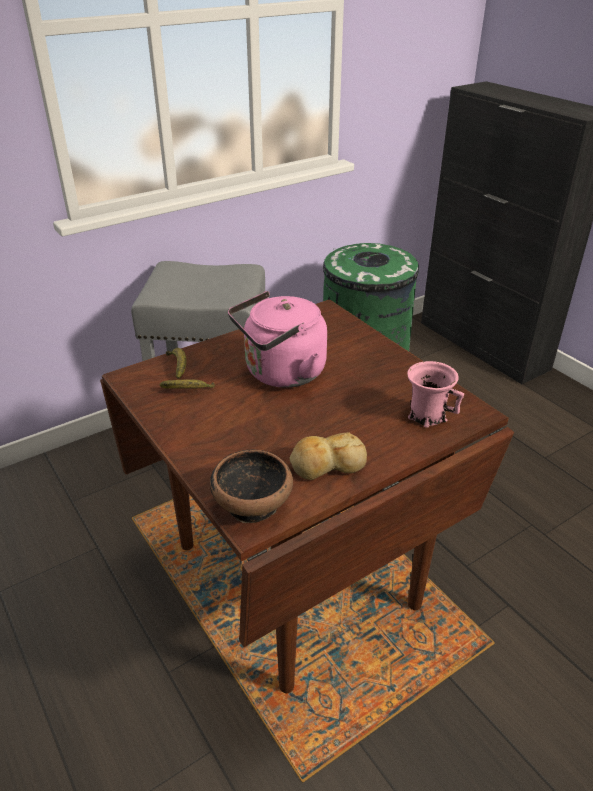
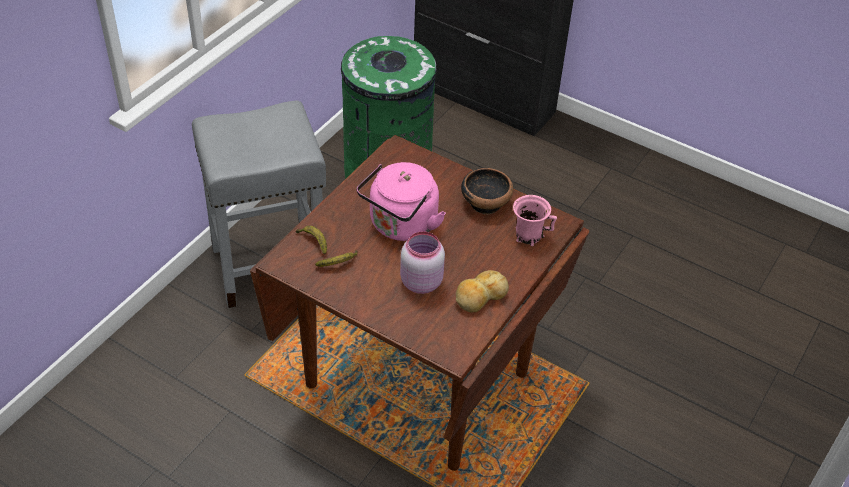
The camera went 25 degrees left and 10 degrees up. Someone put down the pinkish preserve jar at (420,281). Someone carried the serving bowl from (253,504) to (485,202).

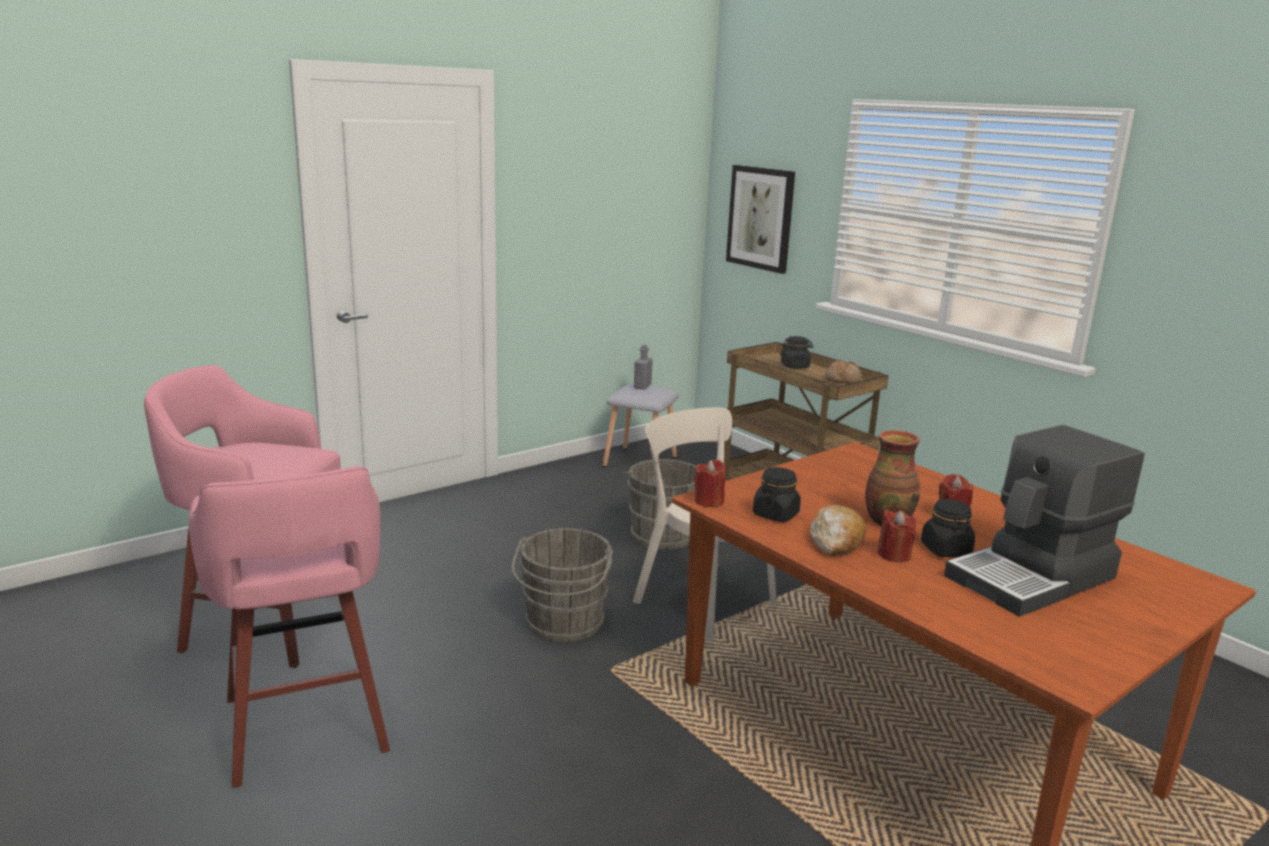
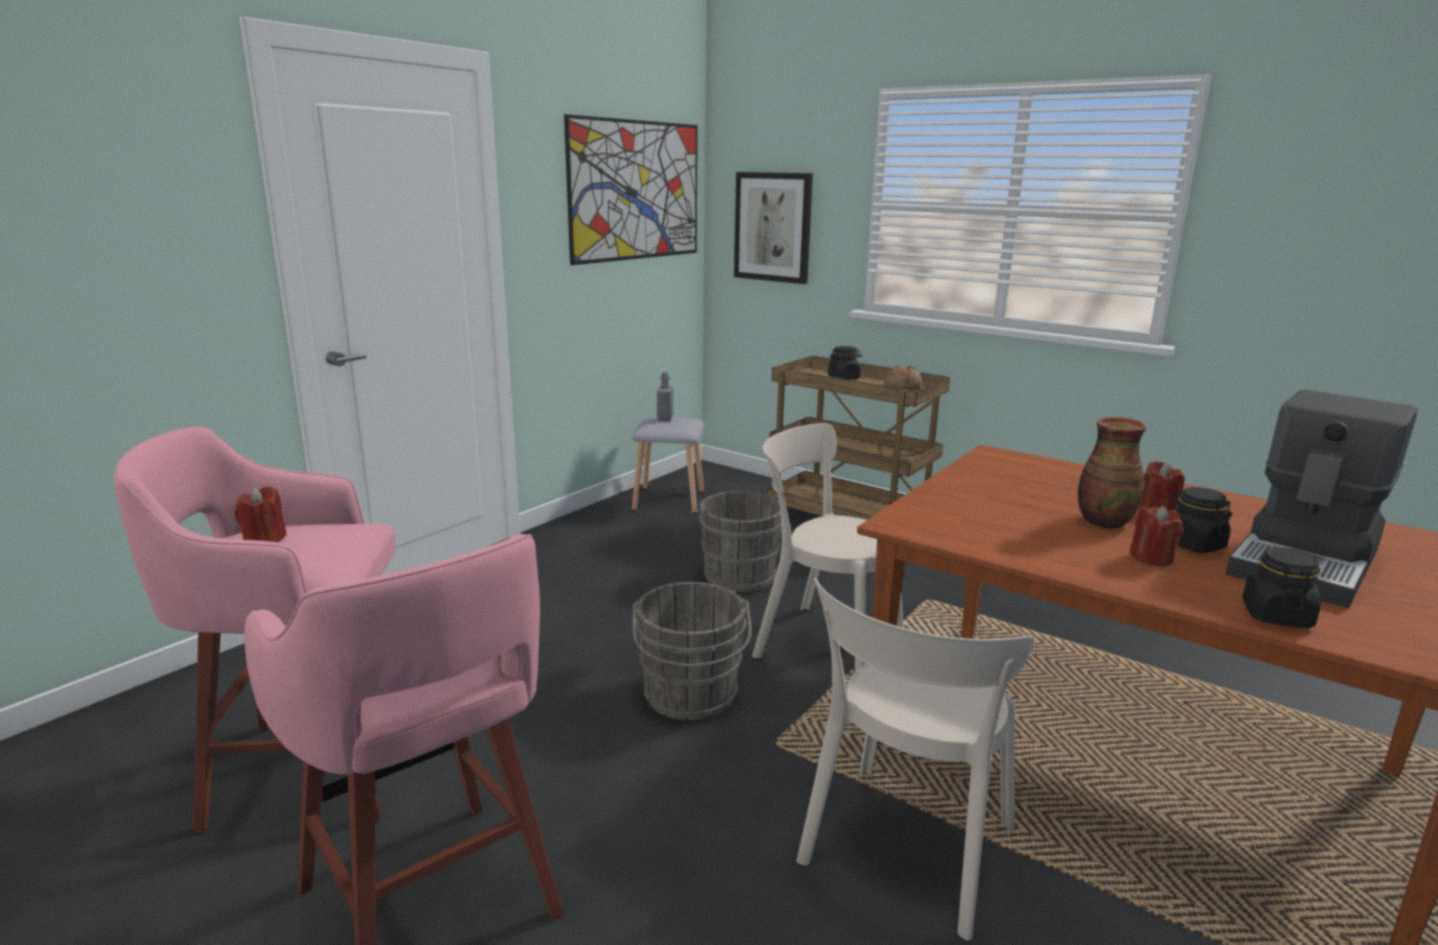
The camera went 15 degrees left and 0 degrees up. Someone took away the bakery bread at (836,541). Someone put up the wall picture at (636,191). Someone put down the sand-coloured upright chair at (904,852). Someone carried the reddish candle from (709,501) to (264,539). Someone carried the blackish preserve jar from (775,514) to (1276,616).

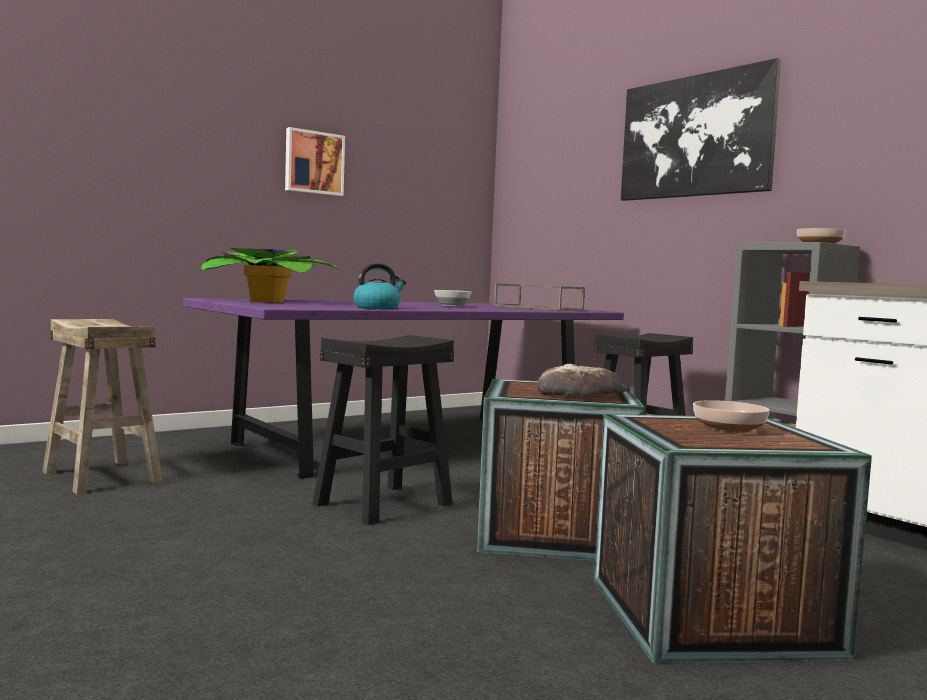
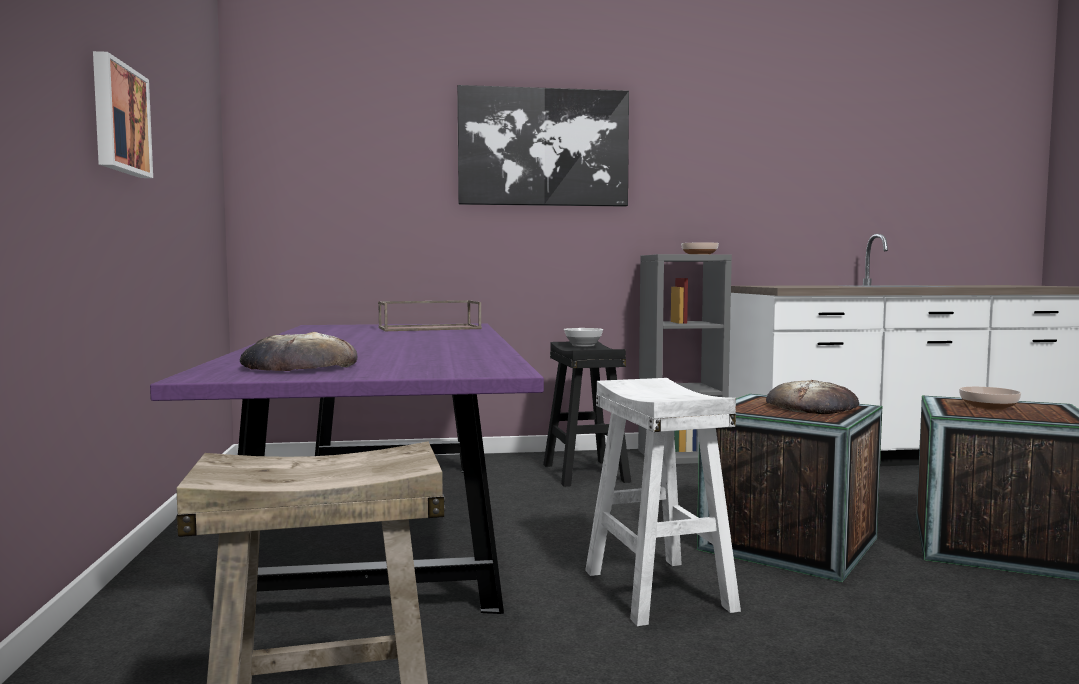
The camera went 60 degrees left and 0 degrees up. Someone took away the tea kettle at (377,308). Someone carried the serving bowl from (452,306) to (584,345). Someone swapped the plant in a pot at (265,301) for the bakery bread at (299,366). Someone repainted the blackish sitting stool at (383,504), which became the white sitting stool at (659,589).

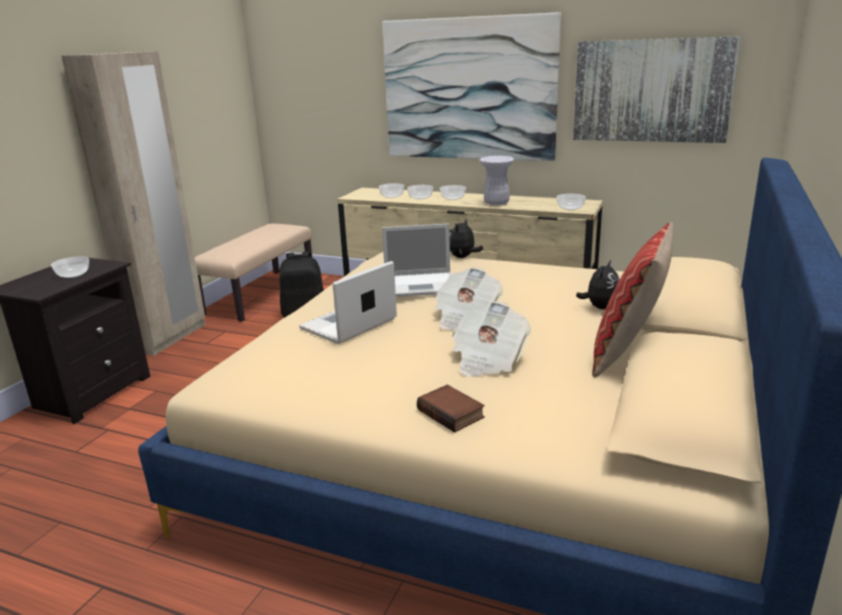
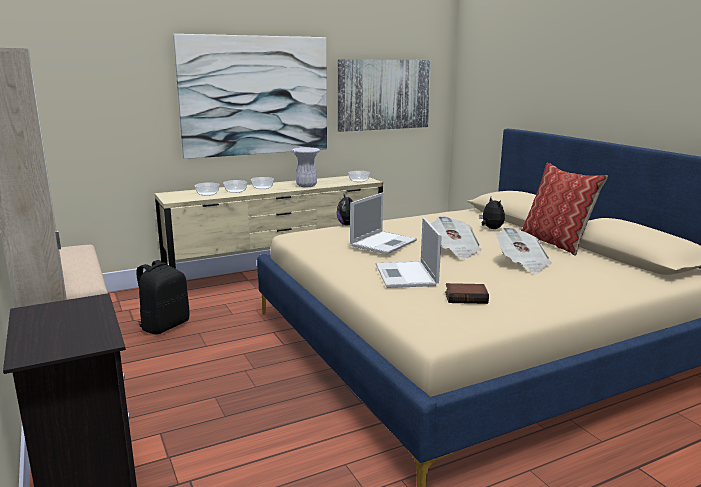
The camera went 50 degrees left and 5 degrees down. Someone took away the serving bowl at (72,274). Someone carried the book from (452,413) to (466,297).

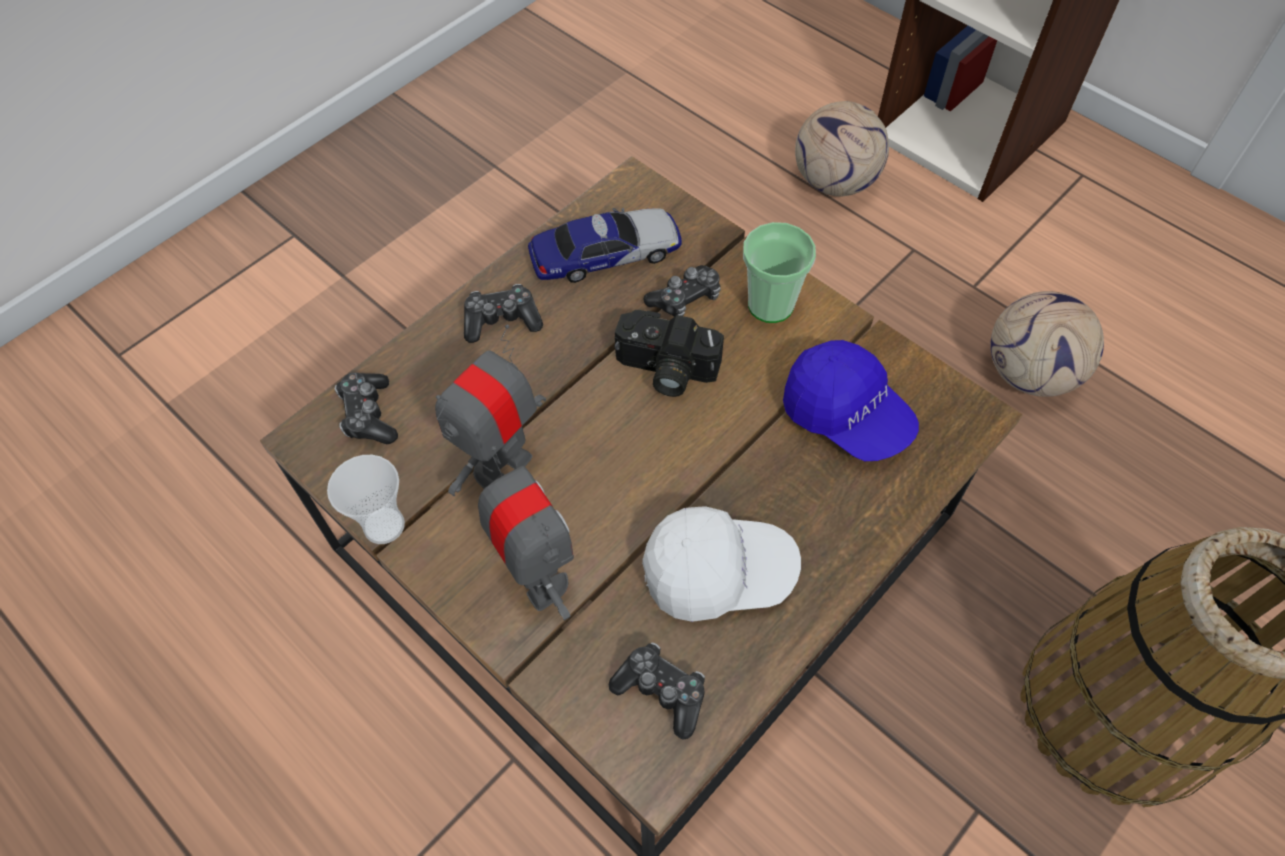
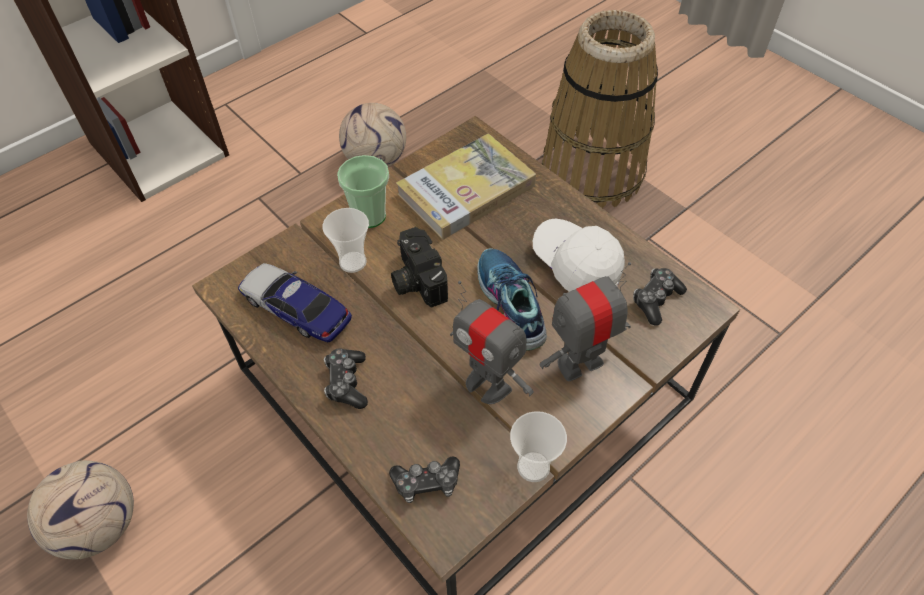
The camera went 85 degrees left and 5 degrees down. Someone put down the item of footwear at (509,304). Someone carried the football ball from (834,181) to (98,526). Someone swapped the game controller at (685,299) for the small cup at (353,262). Someone swapped the blue-coloured cap at (846,415) for the book at (466,190). Someone rotated the model car at (606,254) by 45 degrees counterclockwise. Someone rotated the photo camera at (665,370) by 135 degrees clockwise. Someone rotated the white cap at (718,572) by 45 degrees counterclockwise.

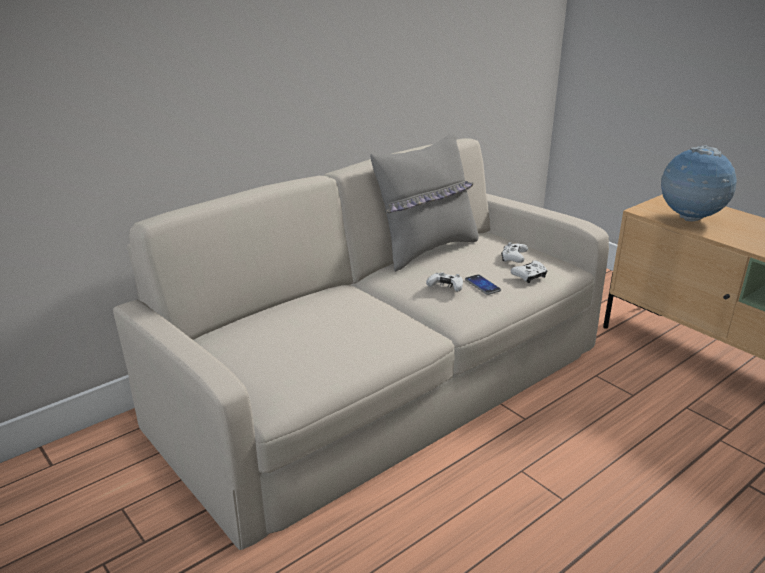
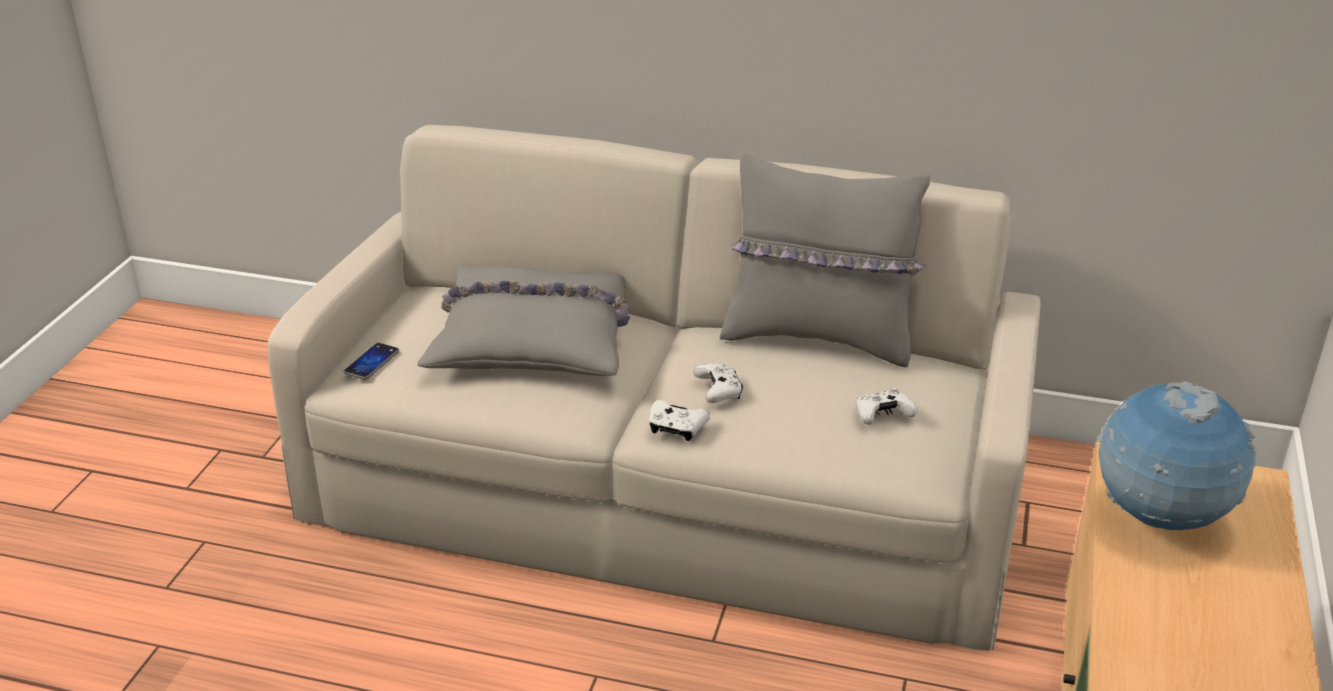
The camera went 55 degrees right and 5 degrees up. Someone put down the gray cushion at (534,339). Someone carried the phone from (482,285) to (371,362). Someone carried the white game controller from (529,276) to (676,428).

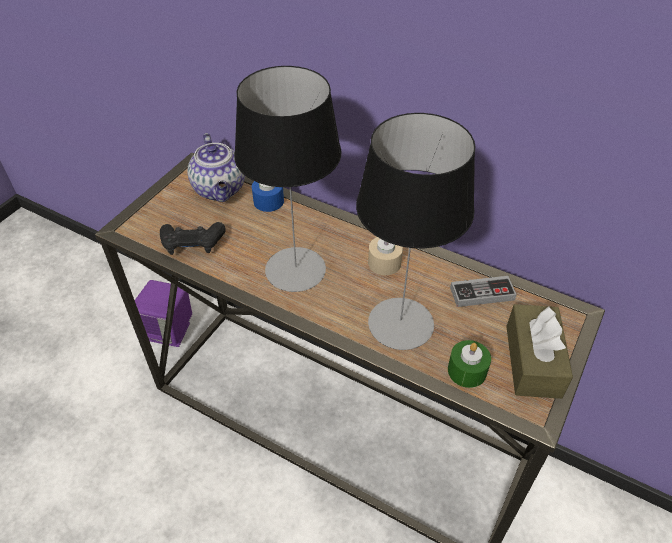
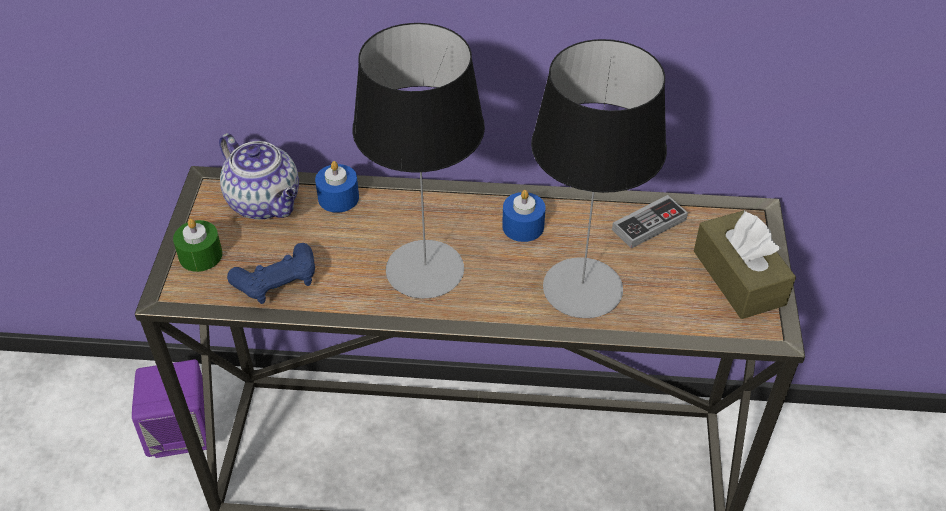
The camera went 25 degrees left and 0 degrees up. Someone carried the green-coloured candle from (467,371) to (200,255). Someone repainted the blackish game controller at (192,244), which became the blue-coloured game controller at (277,282). Someone repainted the sand-coloured candle at (384,263), which became the blue-coloured candle at (523,226).

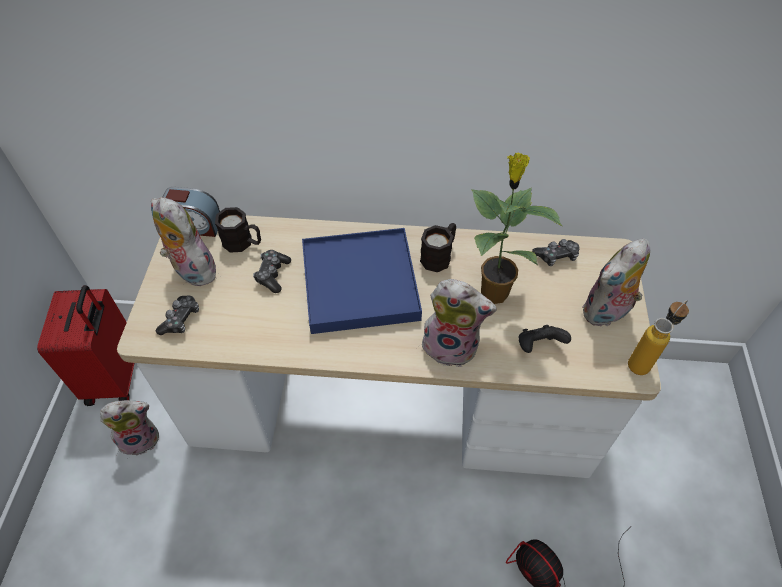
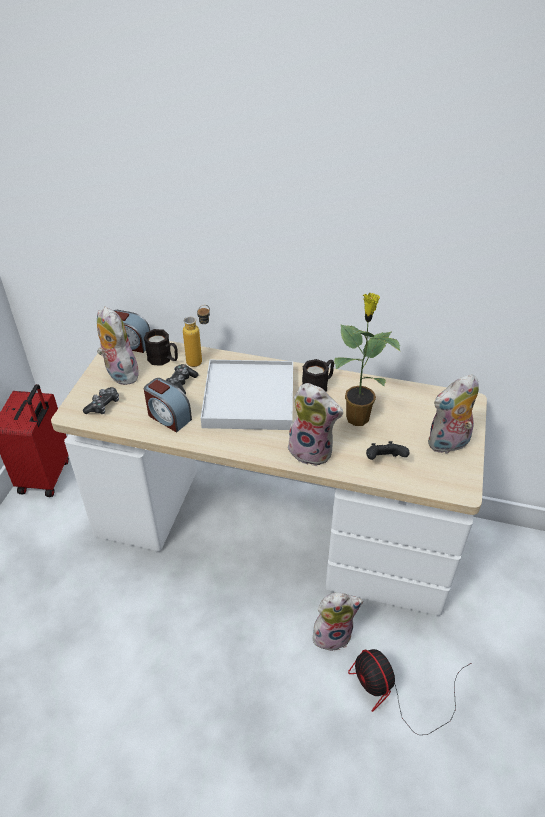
The camera went 10 degrees right and 10 degrees down. Someone took away the game controller at (556,256). Someone put down the table clock at (168,417). Someone carried the cuddly toy from (141,438) to (332,634). Someone carried the beverage bottle from (644,360) to (200,360). Someone repainted the blue-coloured carrying tray at (359,284), which became the white carrying tray at (249,398).

